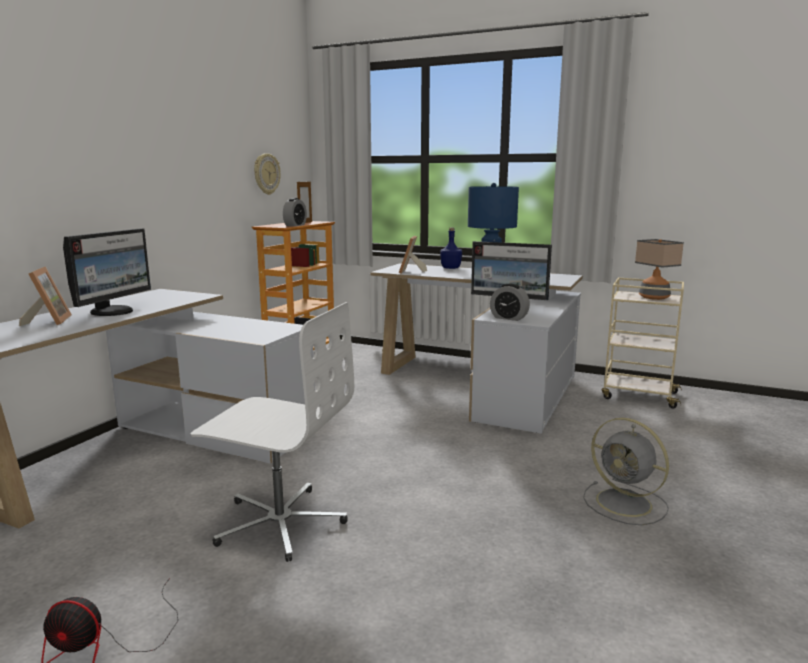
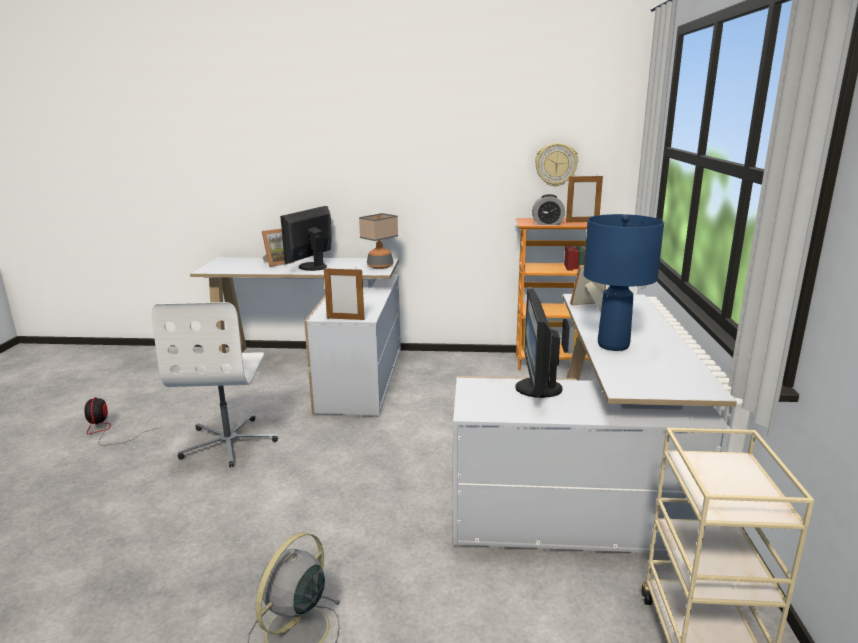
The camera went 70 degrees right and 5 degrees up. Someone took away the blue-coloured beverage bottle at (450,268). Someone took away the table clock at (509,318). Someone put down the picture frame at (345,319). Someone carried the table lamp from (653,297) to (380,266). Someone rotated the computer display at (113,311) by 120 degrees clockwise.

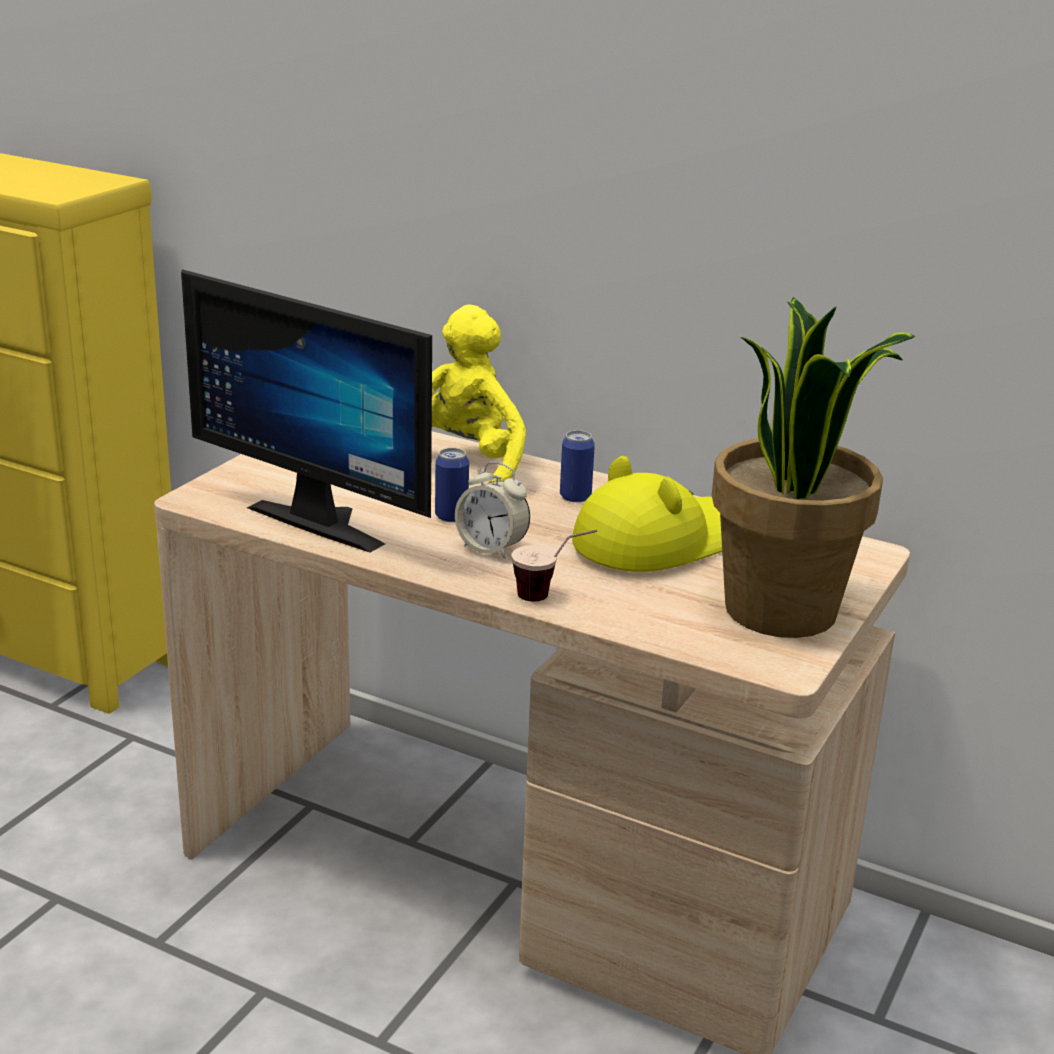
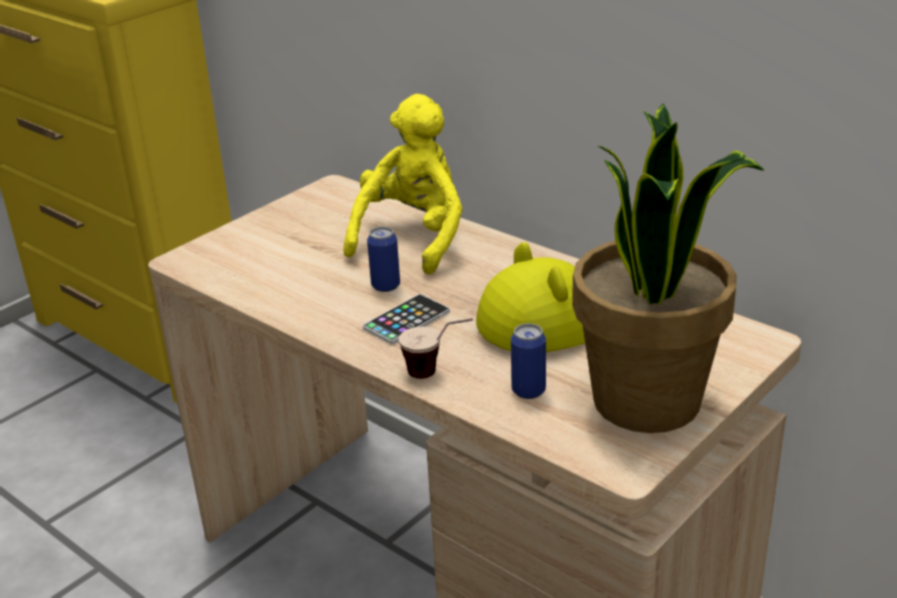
The camera went 15 degrees right and 5 degrees up. Someone took away the computer display at (327,518). Someone carried the metal can from (575,497) to (528,390). Someone swapped the table clock at (491,548) for the phone at (406,320).

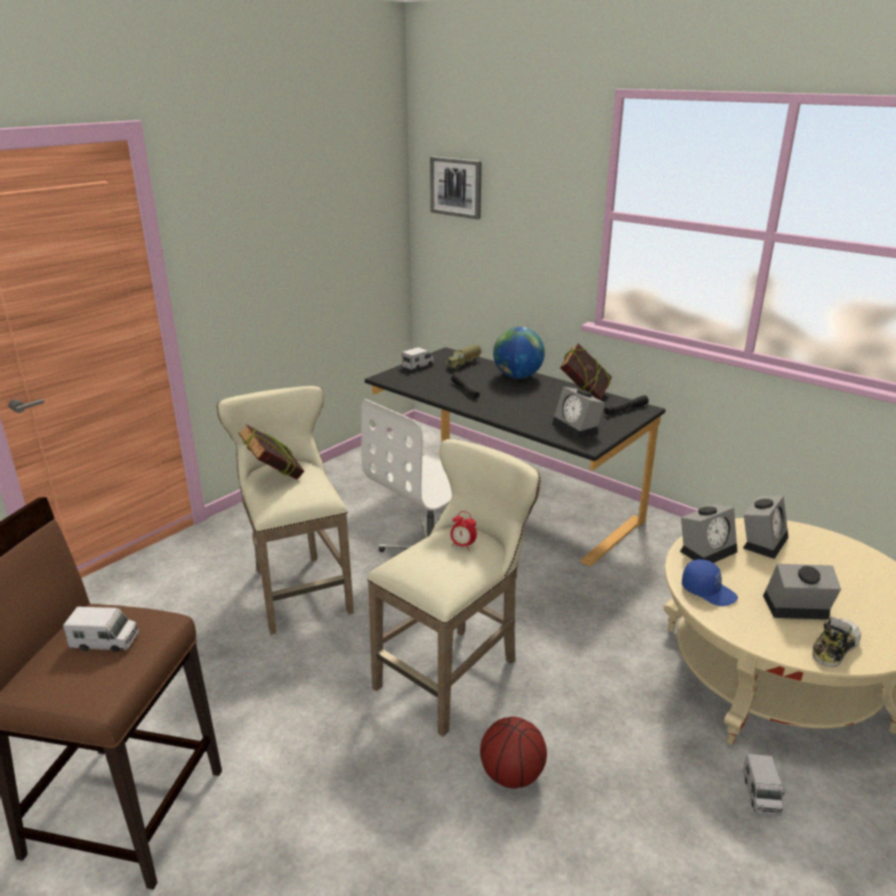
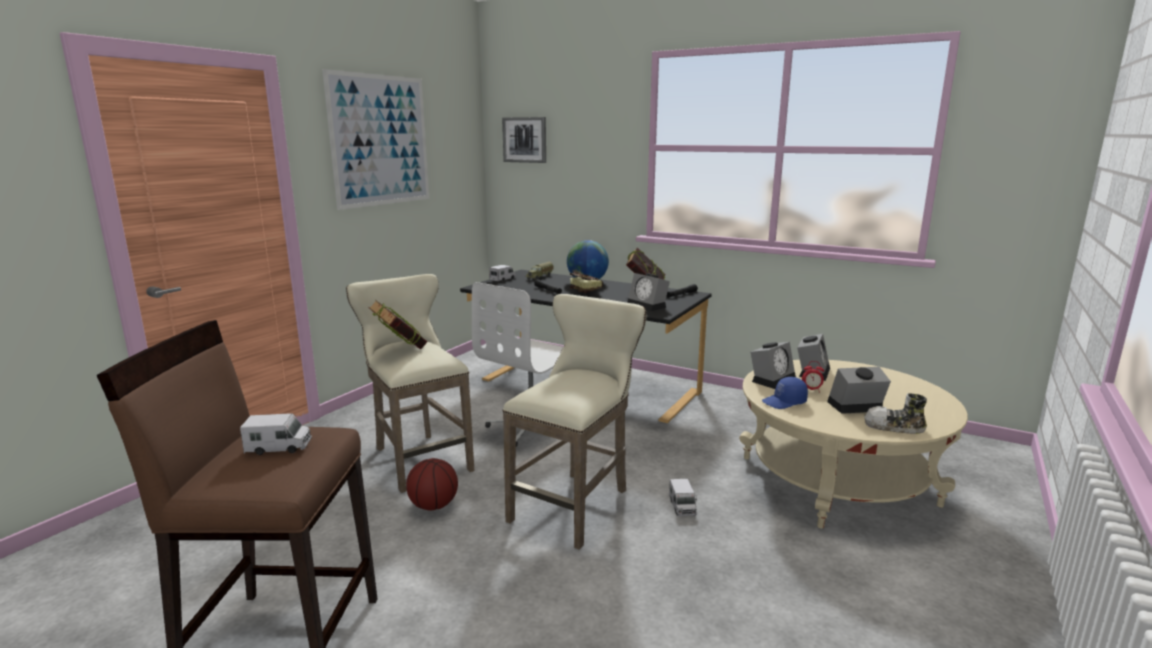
The camera went 10 degrees left and 10 degrees down. Someone put up the wall picture at (380,140). Someone put down the book at (583,291). Someone carried the table clock from (462,546) to (811,390). Someone carried the basketball ball from (511,774) to (433,505). Someone carried the model truck from (761,794) to (682,506). Someone rotated the blue-coloured cap at (708,591) by 135 degrees clockwise. Someone rotated the item of footwear at (833,648) by 105 degrees counterclockwise.

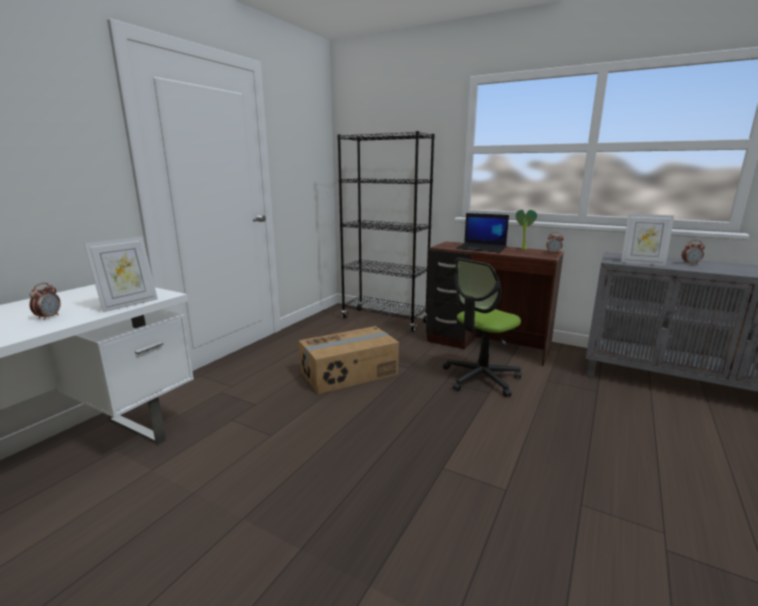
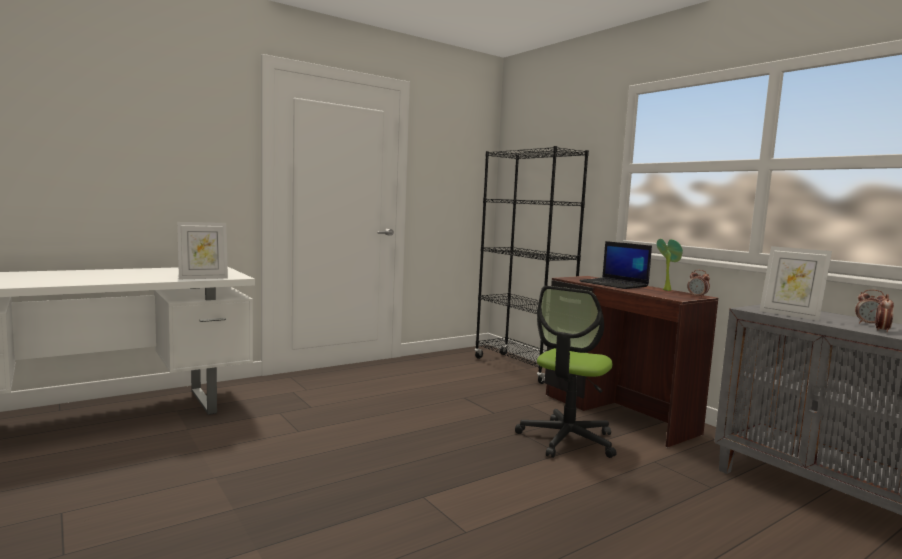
The camera went 25 degrees right and 10 degrees down. Someone took away the cardboard box at (349,373). Someone carried the table clock from (49,317) to (881,330). Someone rotated the office chair at (480,378) by 45 degrees counterclockwise.

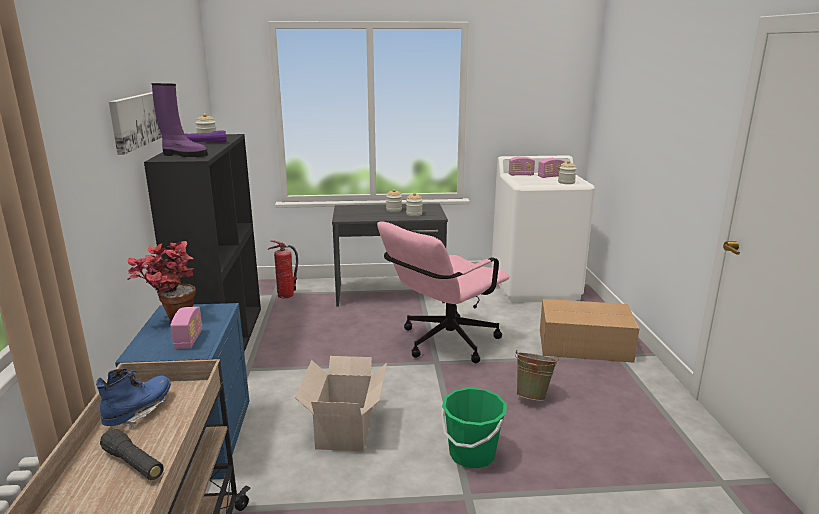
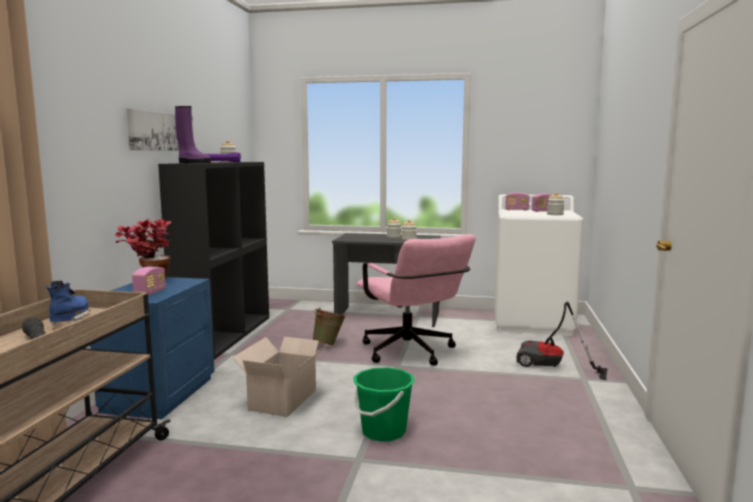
The camera went 15 degrees right and 10 degrees down. Someone took away the extinguisher at (286,295). Someone carried the green-coloured water bucket from (533,395) to (329,345). Someone swapped the cardboard box at (583,345) for the vacuum at (552,367). Someone rotated the blue-coloured high-top boot at (139,412) by 45 degrees counterclockwise. Someone rotated the pinkish office chair at (442,343) by 90 degrees counterclockwise.

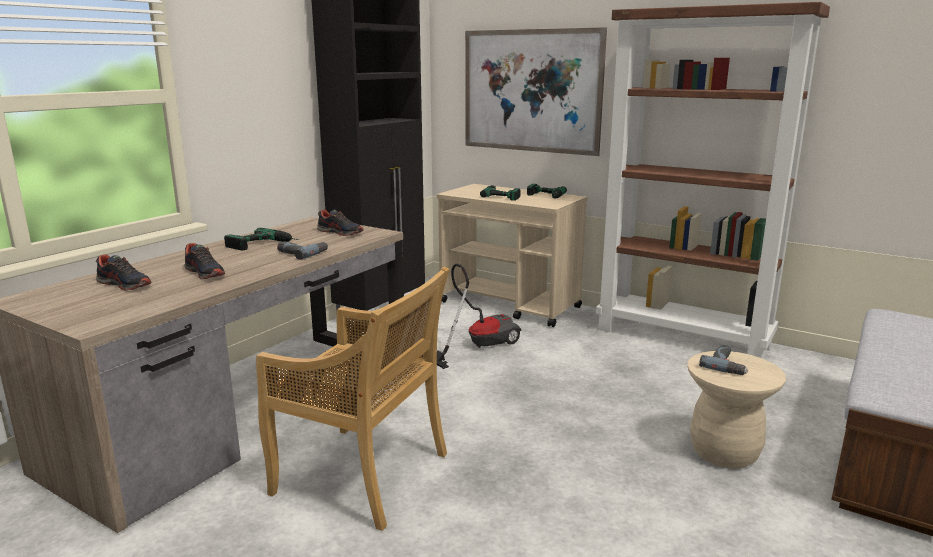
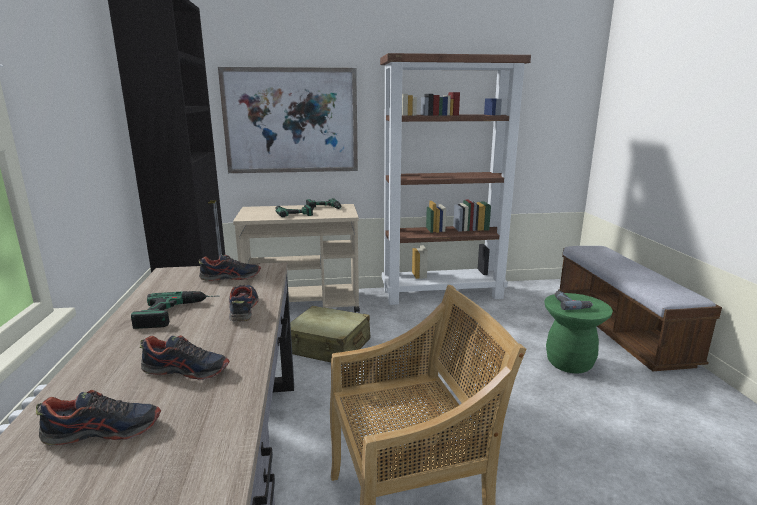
The camera went 40 degrees left and 0 degrees up. Someone swapped the power drill at (302,253) for the item of footwear at (243,309). Someone swapped the vacuum at (478,345) for the sand-coloured travel case at (328,346). Someone repainted the sand-coloured sitting stool at (724,453), which became the green-coloured sitting stool at (569,363).

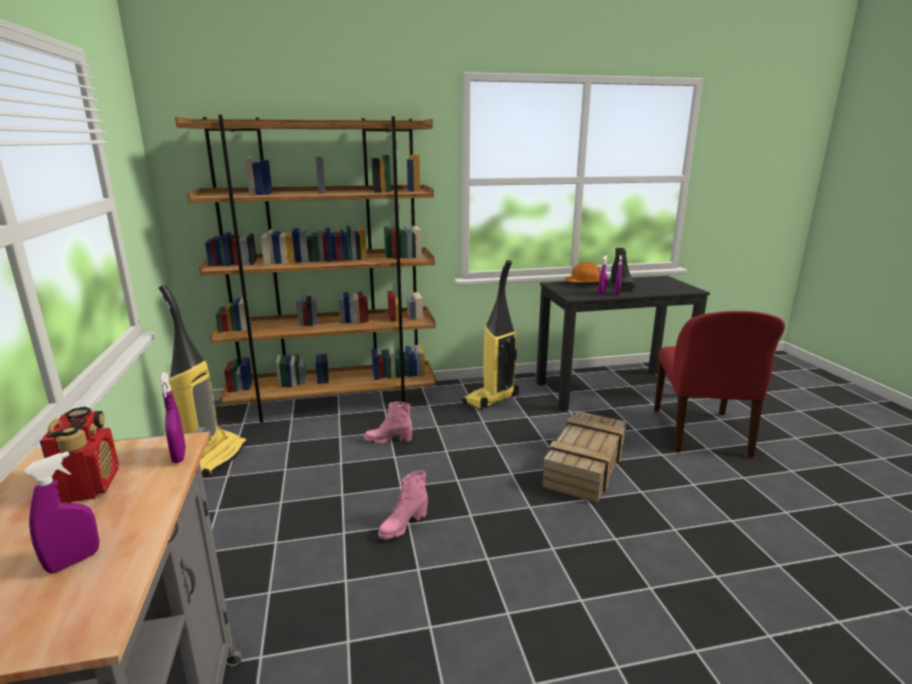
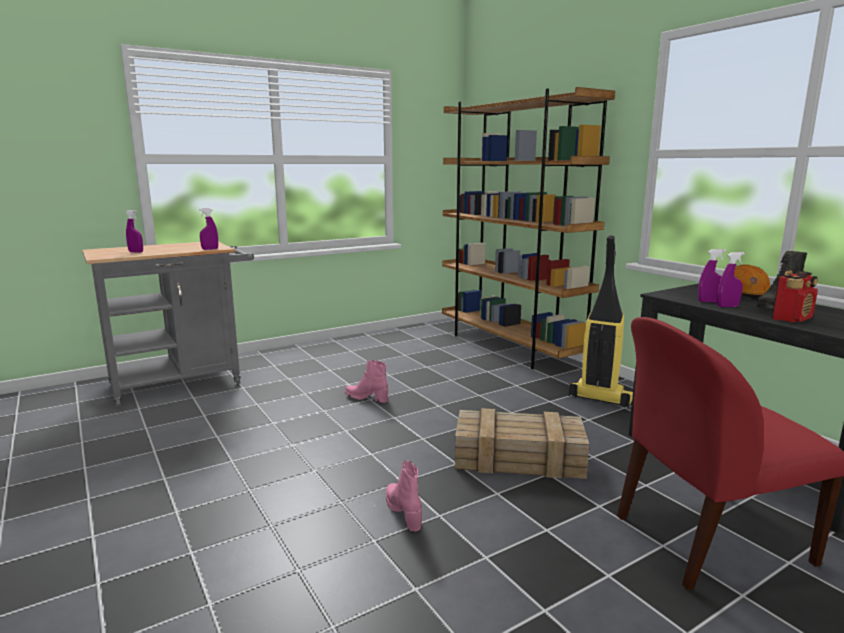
The camera went 70 degrees right and 5 degrees down. Someone took away the vacuum at (213,456). Someone carried the radio set from (91,485) to (792,319). Someone carried the pinkish high-top boot from (388,440) to (404,512).

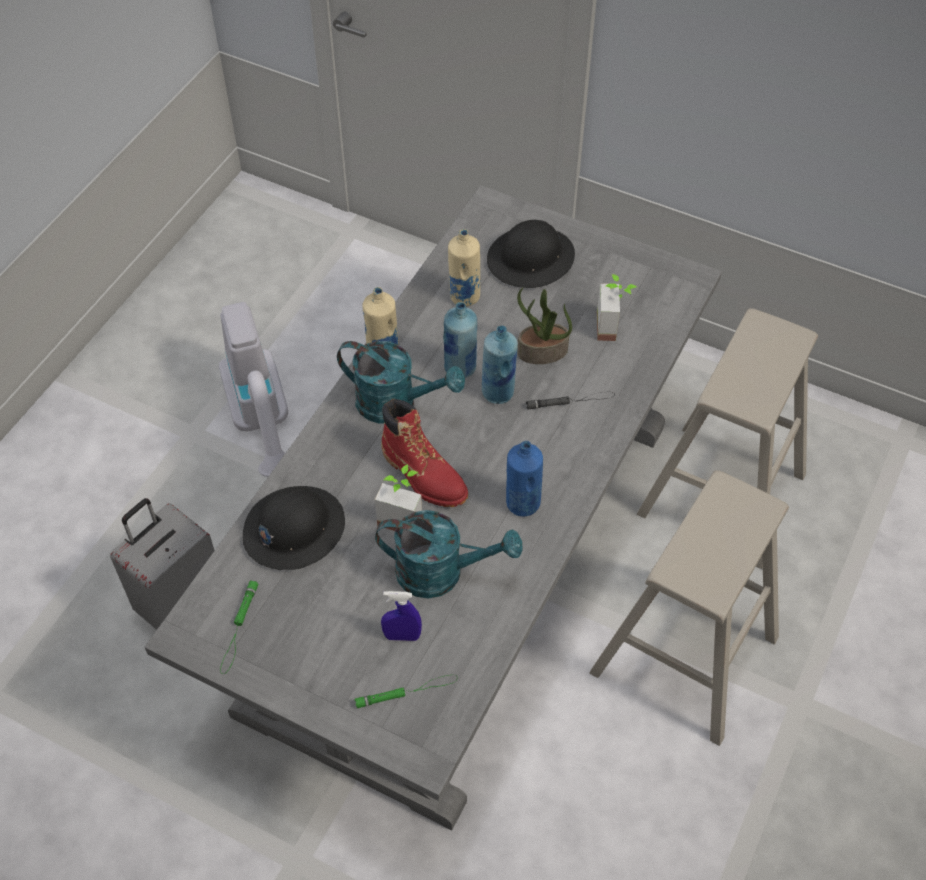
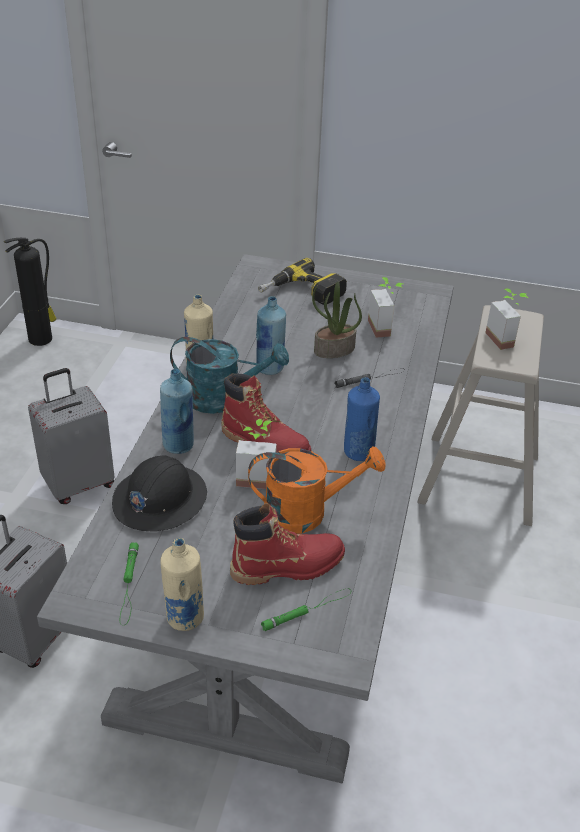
The camera went 15 degrees left and 15 degrees down. Someone took away the sand-coloured sitting stool at (684,656). Someone put down the extinguisher at (42,338). Someone put down the plant in a pot at (505,338). Someone carried the sand-coloured beverage bottle from (464,296) to (184,618). Someone carried the blue-coloured beverage bottle from (498,392) to (179,445). Someone swapped the vacuum at (263,424) for the gray travel case at (79,484). Someone swapped the blue-coloured hand sprayer at (402,636) for the reddish high-top boot at (288,566). Someone swapped the blackish work helmet at (531,259) for the power drill at (302,294). Someone repainted the turquoise-coloured watering pot at (442,572), which became the orange watering pot at (306,512).

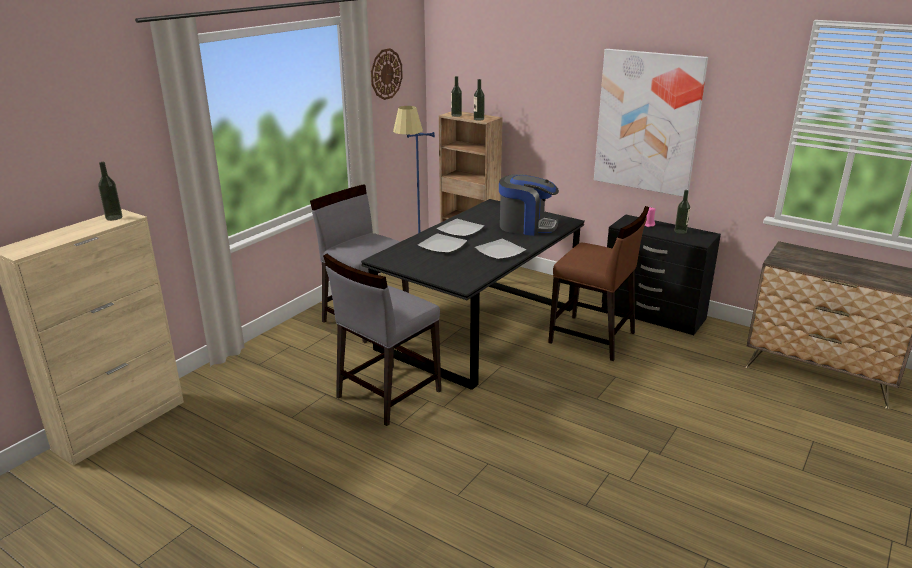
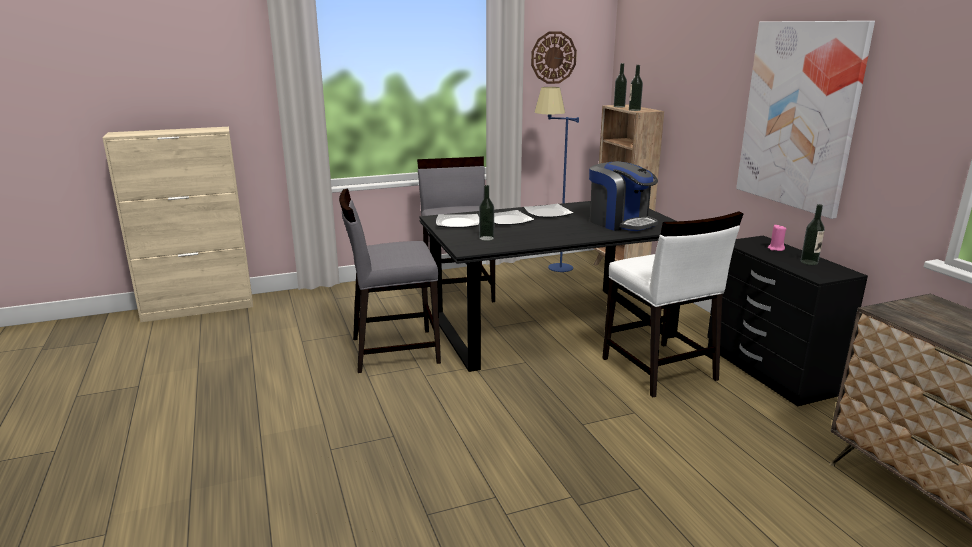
The camera went 35 degrees right and 5 degrees down. Someone carried the beverage bottle from (114,217) to (486,238). Someone carried the flat dish from (500,252) to (457,223). Someone repainted the brown upright chair at (592,338), which became the white upright chair at (658,369).

